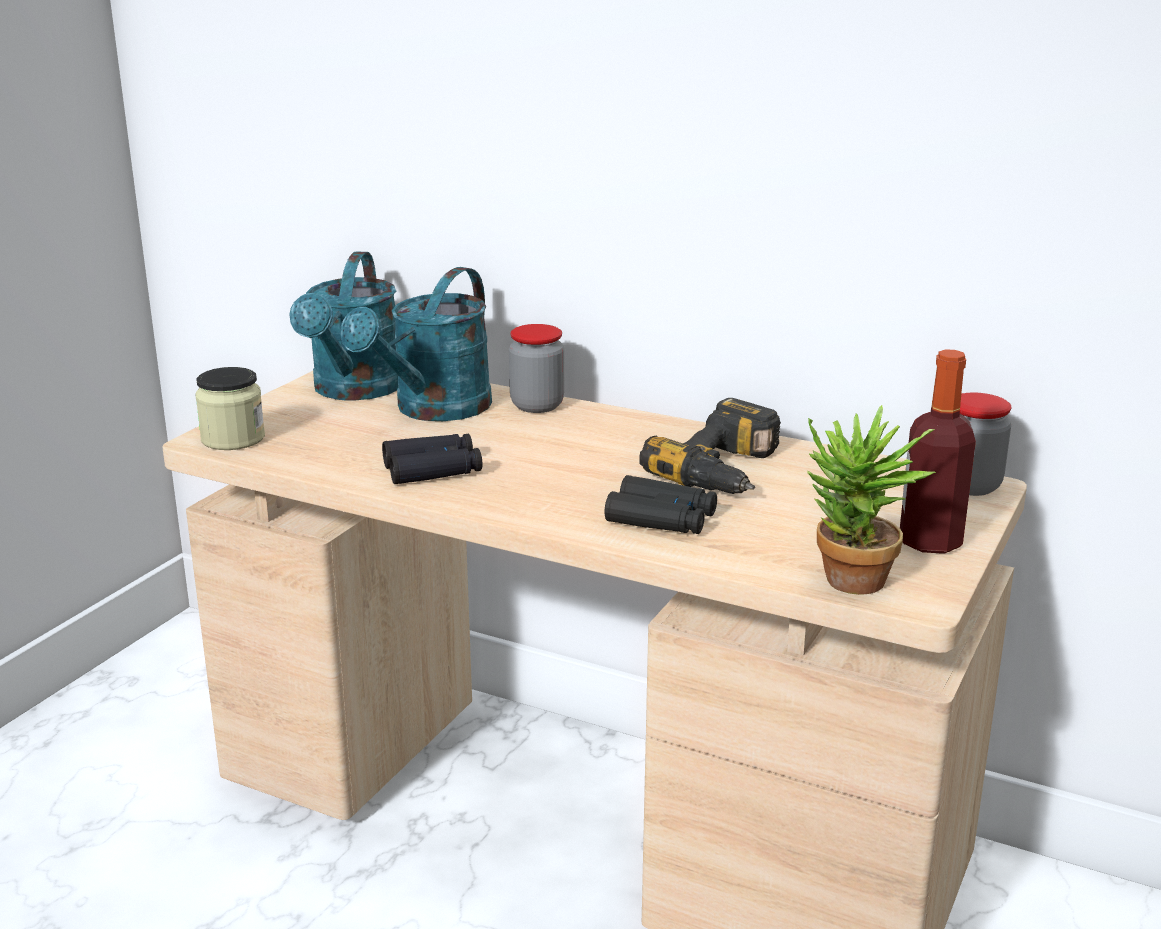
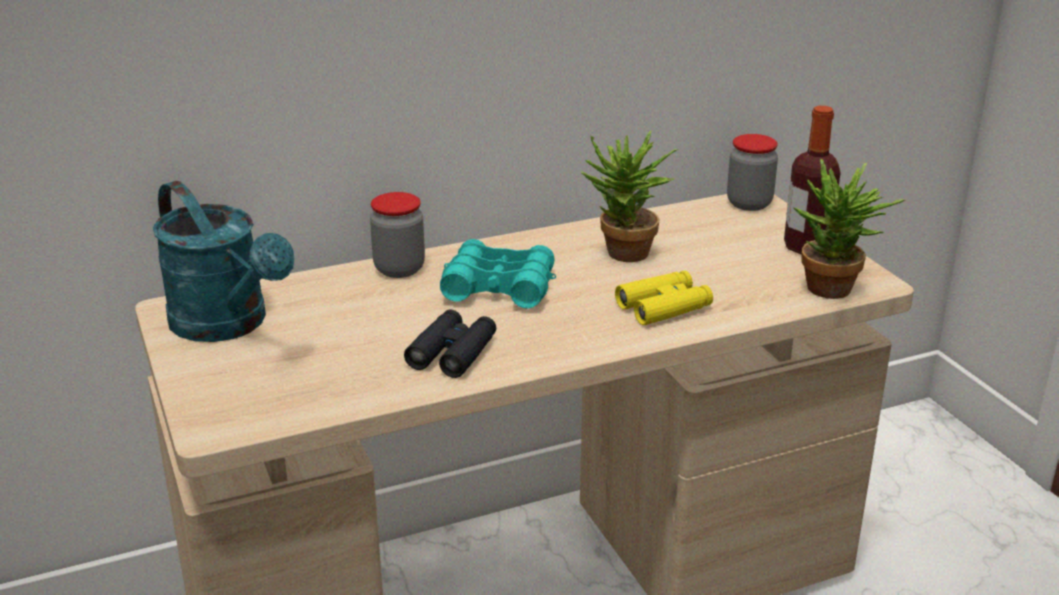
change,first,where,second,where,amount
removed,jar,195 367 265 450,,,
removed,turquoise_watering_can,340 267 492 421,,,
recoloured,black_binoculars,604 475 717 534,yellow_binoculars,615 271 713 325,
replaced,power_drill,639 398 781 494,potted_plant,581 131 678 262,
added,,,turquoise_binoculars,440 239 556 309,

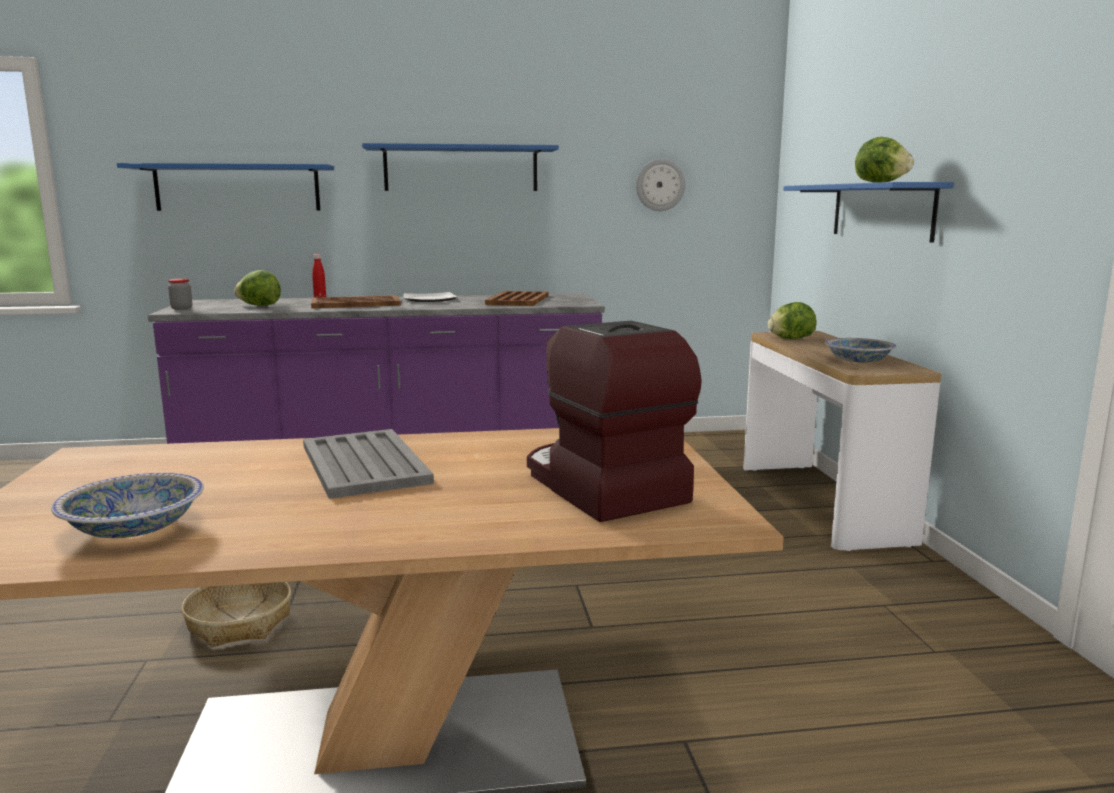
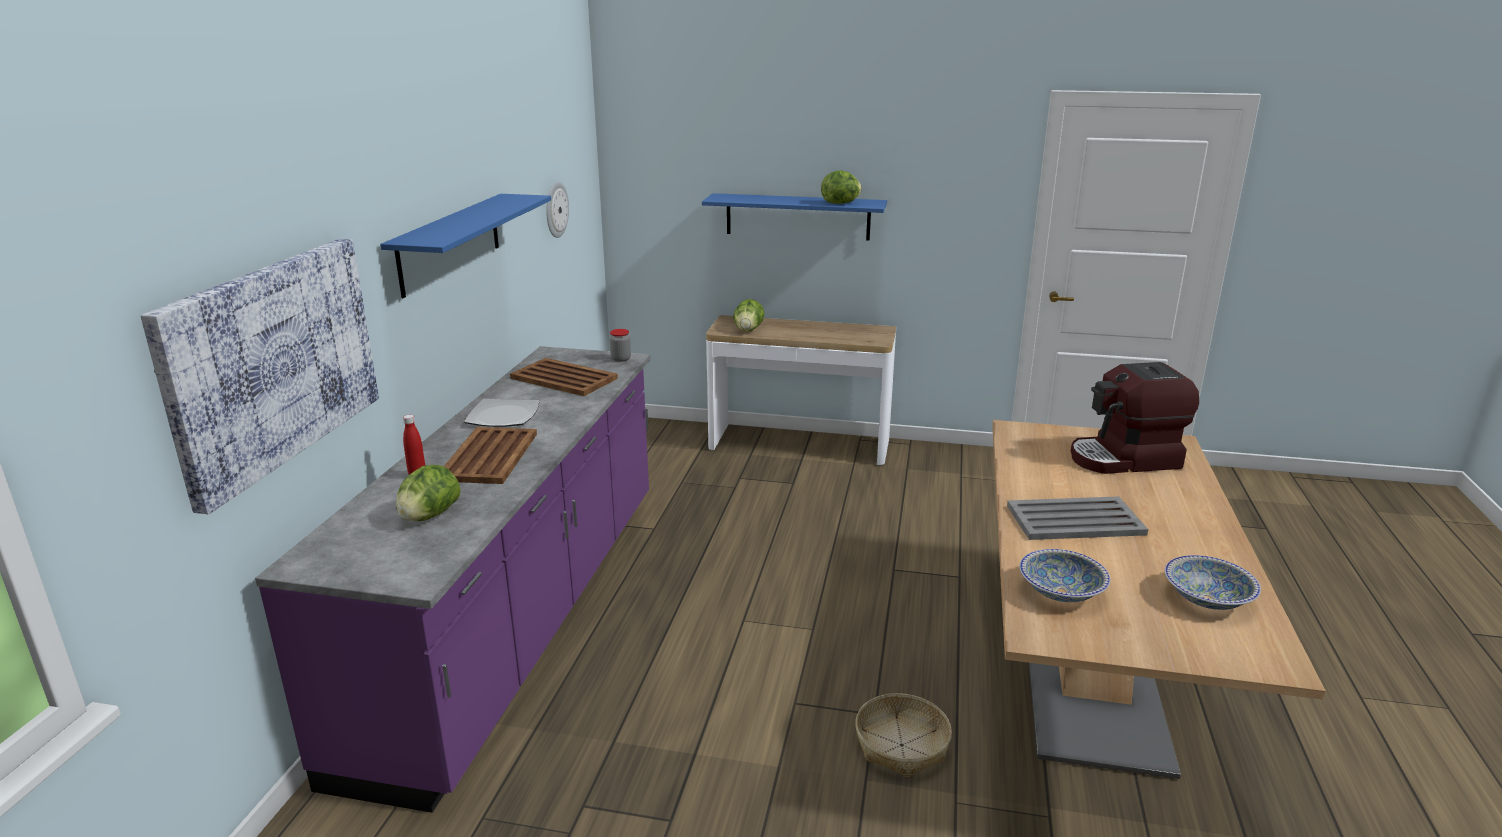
change,first,where,second,where,amount
replaced,blue_shelf,117 163 334 211,picture,140 239 379 514,
moved,jar,168 279 192 310,,610 329 631 362,
moved,bowl,825 338 896 362,,1019 549 1110 602,

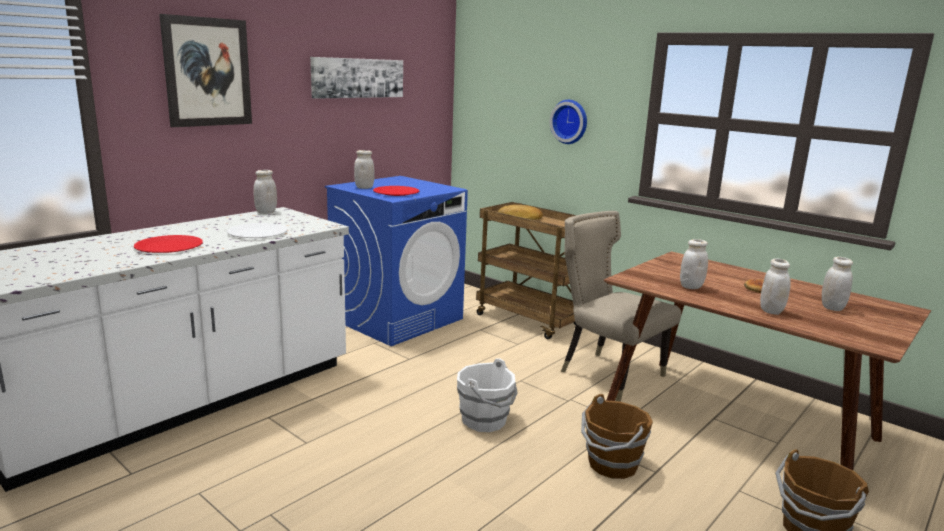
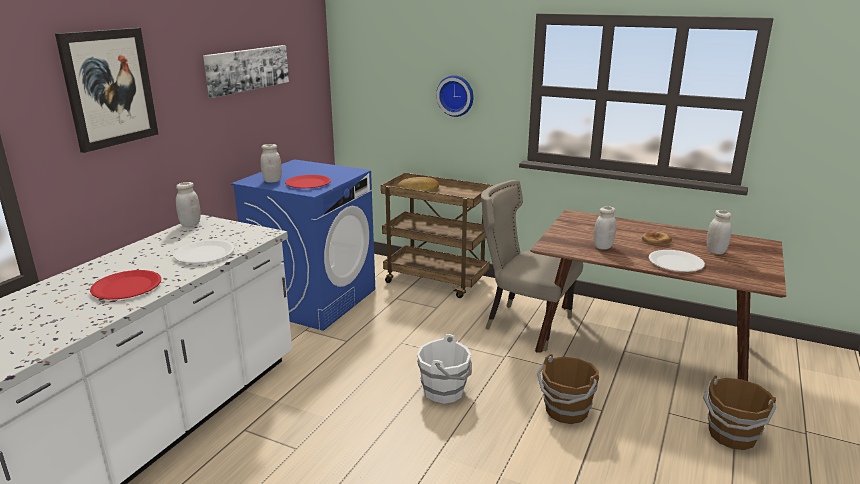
change,first,where,second,where,amount
replaced,white_jar,760 259 791 315,white_plate,648 250 705 272,

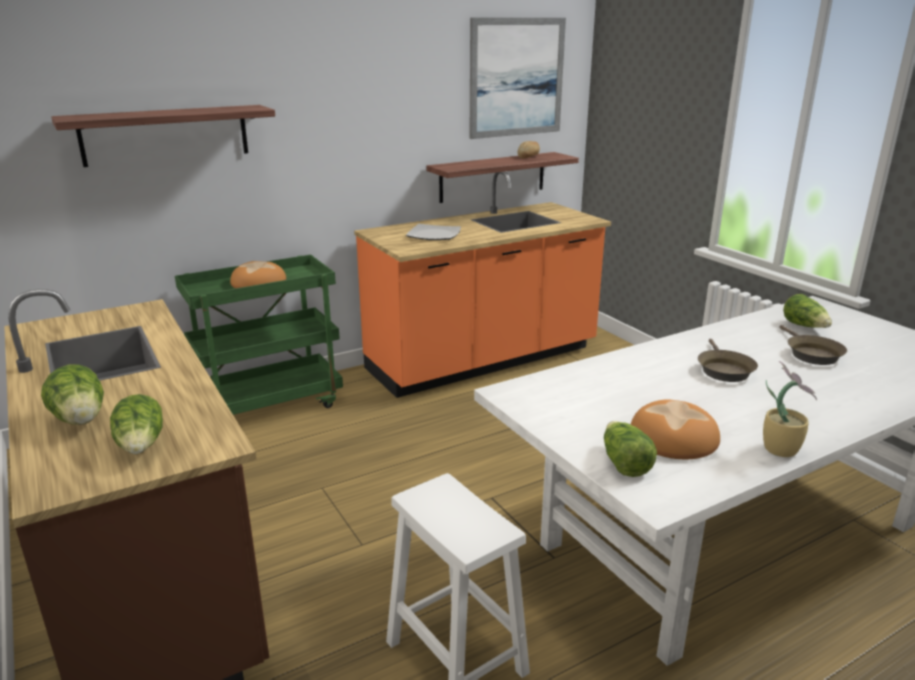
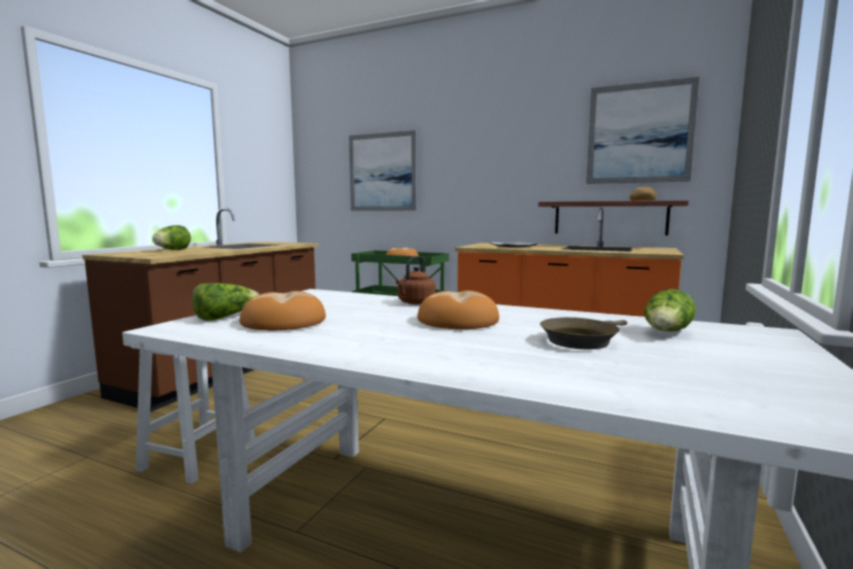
change,first,where,second,where,amount
replaced,shelf,51 105 275 167,picture,349 130 417 211,
removed,lettuce,110 394 163 454,,,
replaced,brown_frying_pan,698 339 758 382,bread,417 290 499 329,
removed,potted_plant,763 361 817 457,,,
added,,,brown_kettle,396 256 435 304,

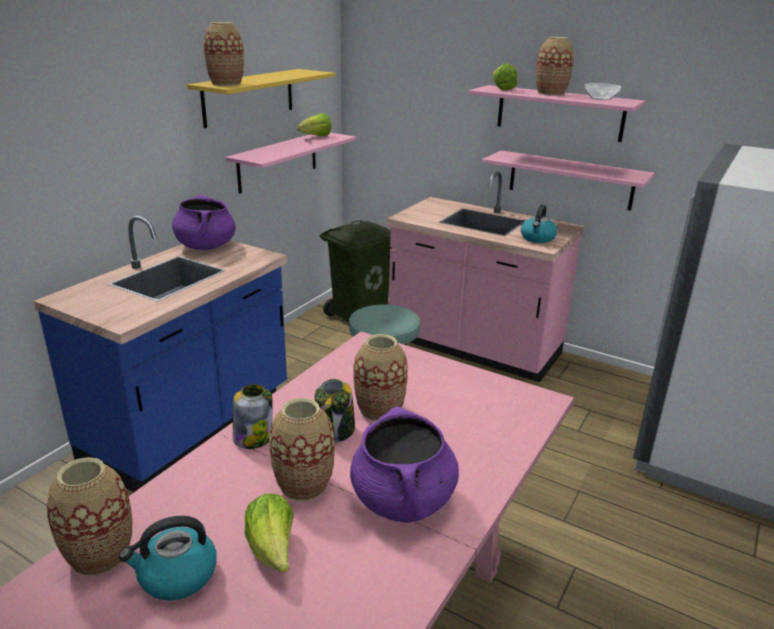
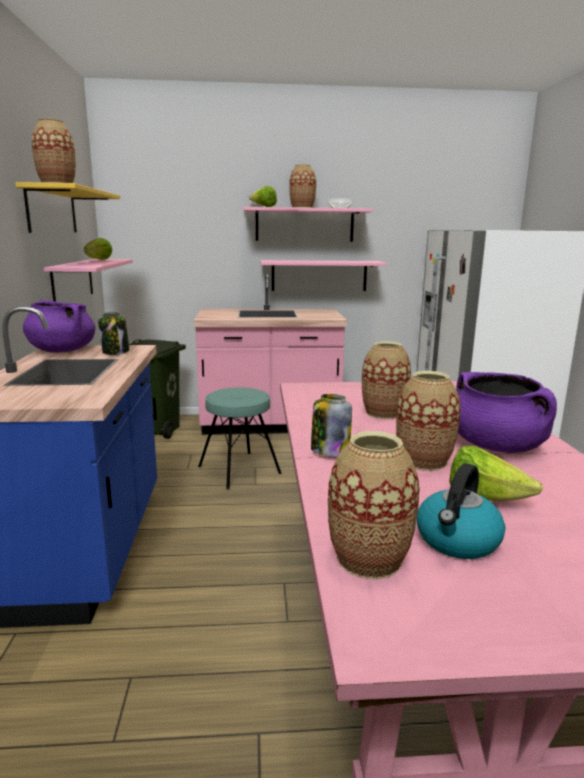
change,first,where,second,where,amount
moved,jar,315 379 355 443,,98 312 129 355,
removed,kettle,521 204 557 243,,,

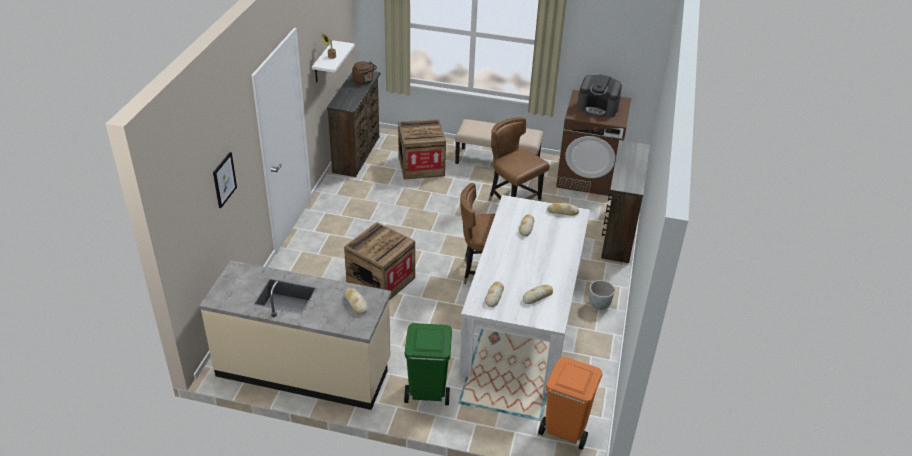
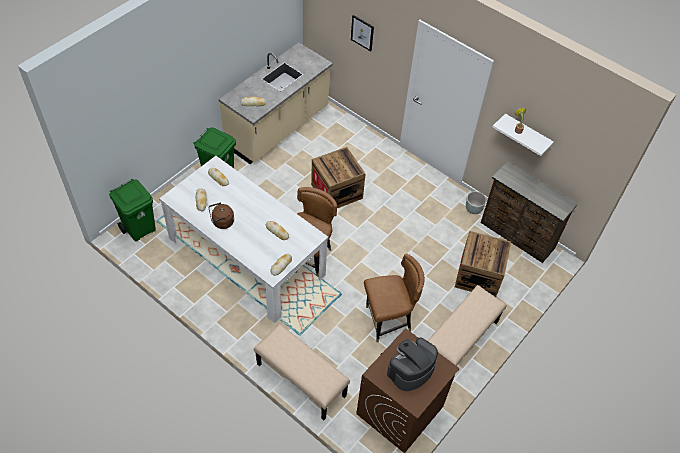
change,first,where,second,where,amount
moved,brown_kettle,352 61 377 84,,209 203 234 229,
recoloured,orange_trash_can,538 357 603 450,green_trash_can,109 179 156 241,
moved,grey_planter,589 280 615 310,,466 191 486 214,
replaced,brown_dresser,601 140 650 263,beige_bench,254 324 350 420,

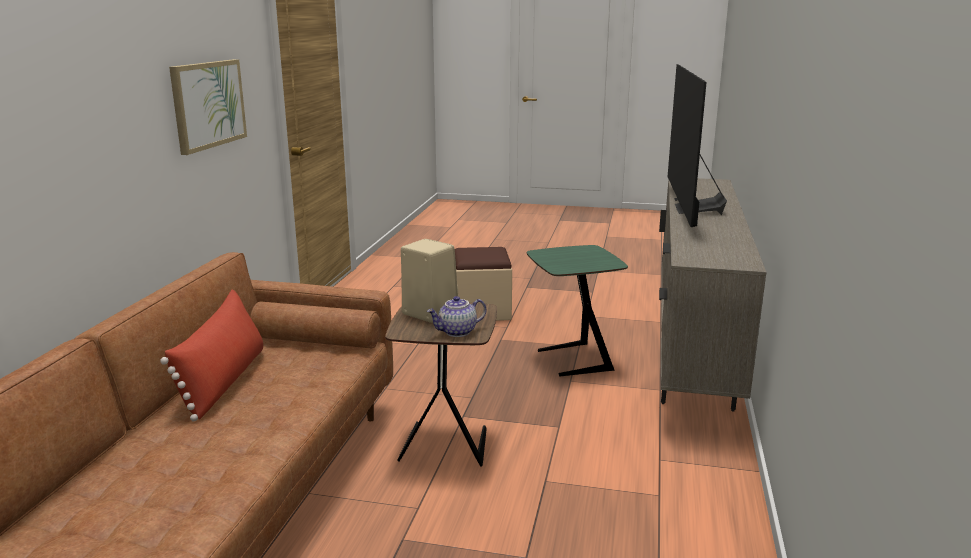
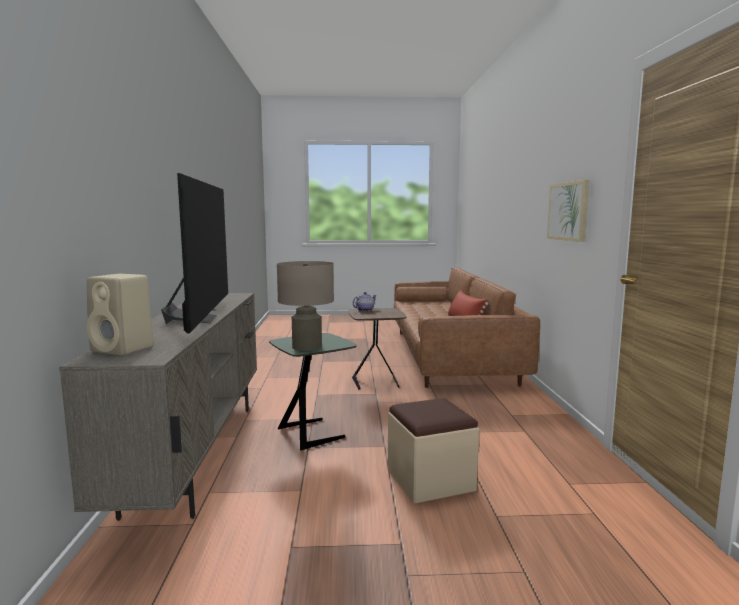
change,first,where,second,where,amount
moved,beige_speaker,401 239 458 323,,87 274 154 356,
added,,,beige_table_lamp,277 261 334 351,

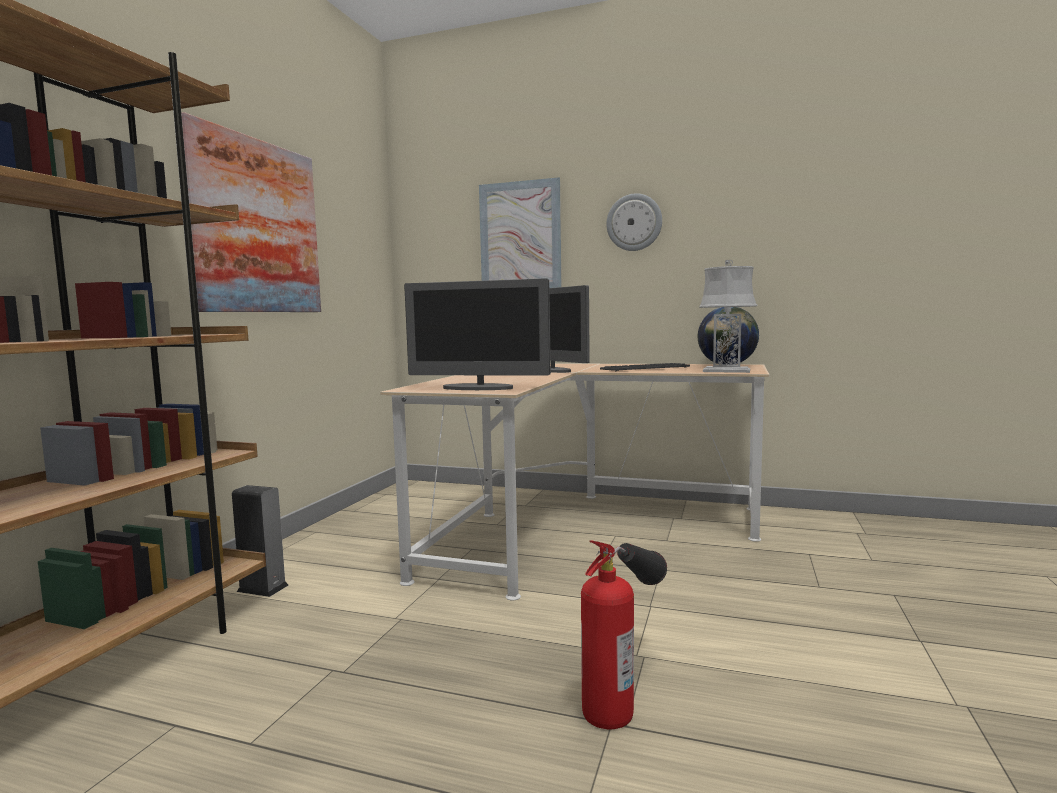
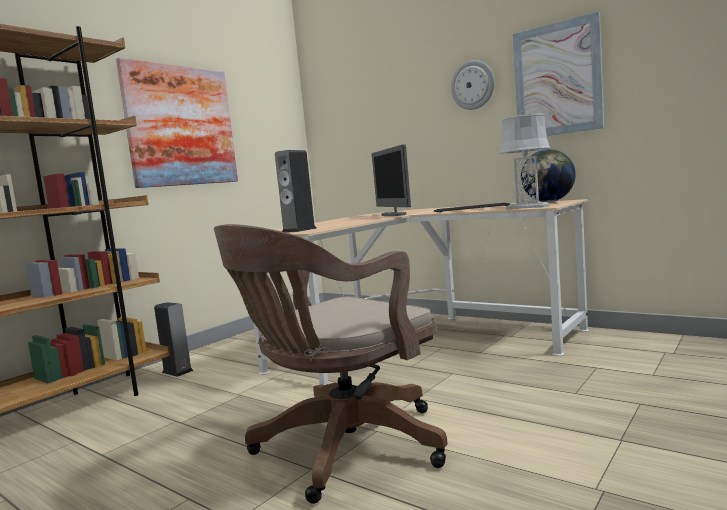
change,first,where,second,where,amount
replaced,monitor,404 278 551 390,speaker,275 150 317 232,
moved,picture,479 177 561 288,,513 12 604 136,
replaced,fire_extinguisher,581 540 667 729,brown_office_chair,214 224 448 504,

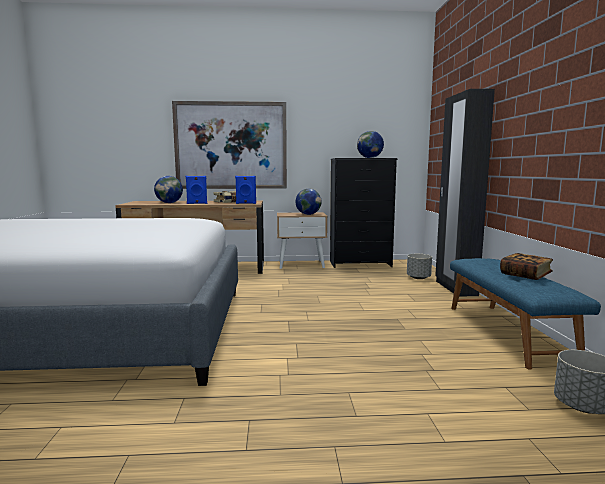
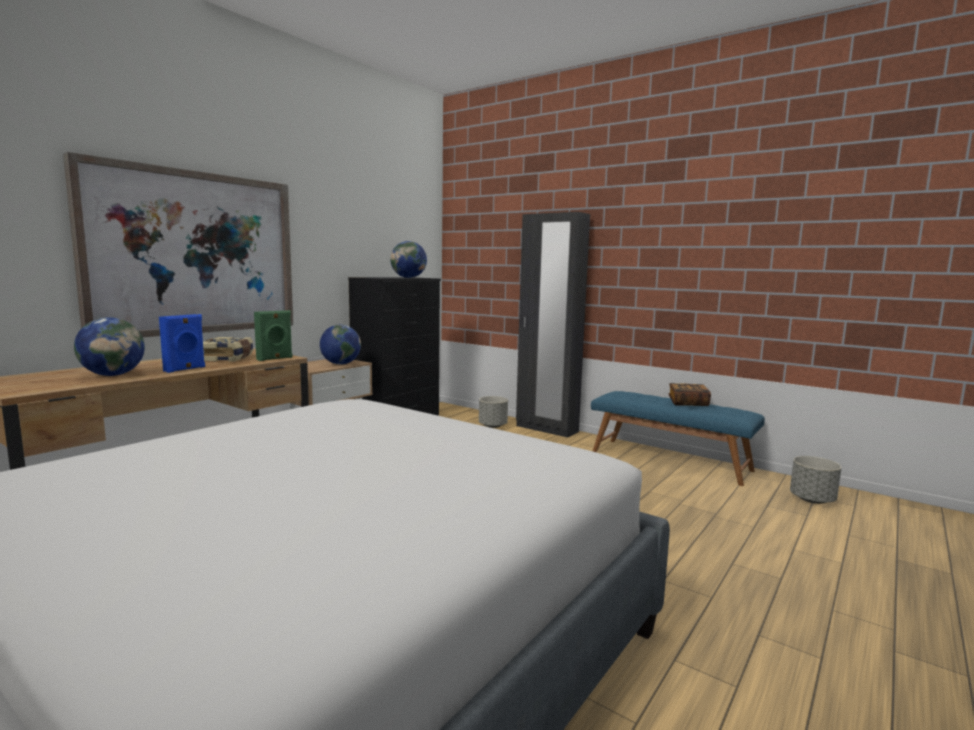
change,first,where,second,where,amount
recoloured,blue_speaker,235 176 256 204,green_speaker,254 310 293 361,

